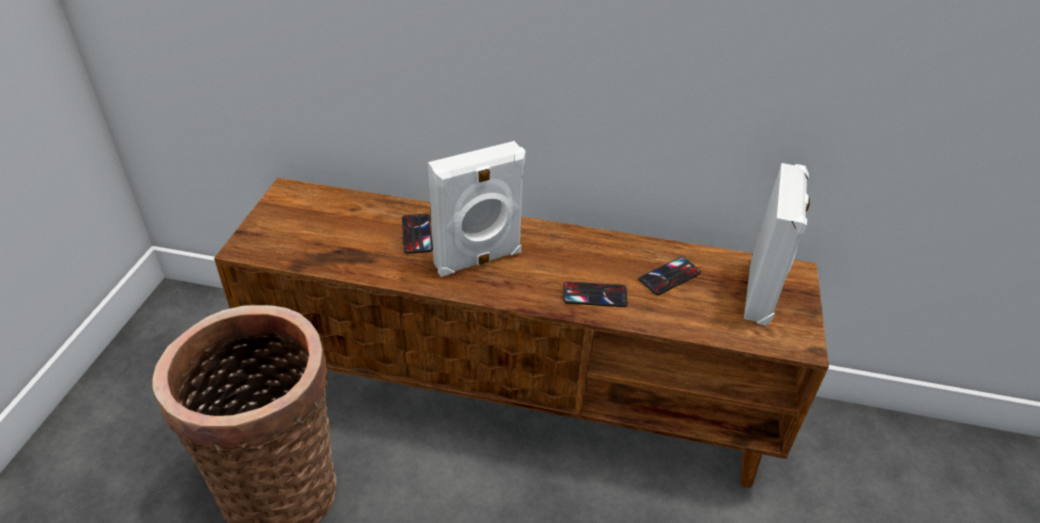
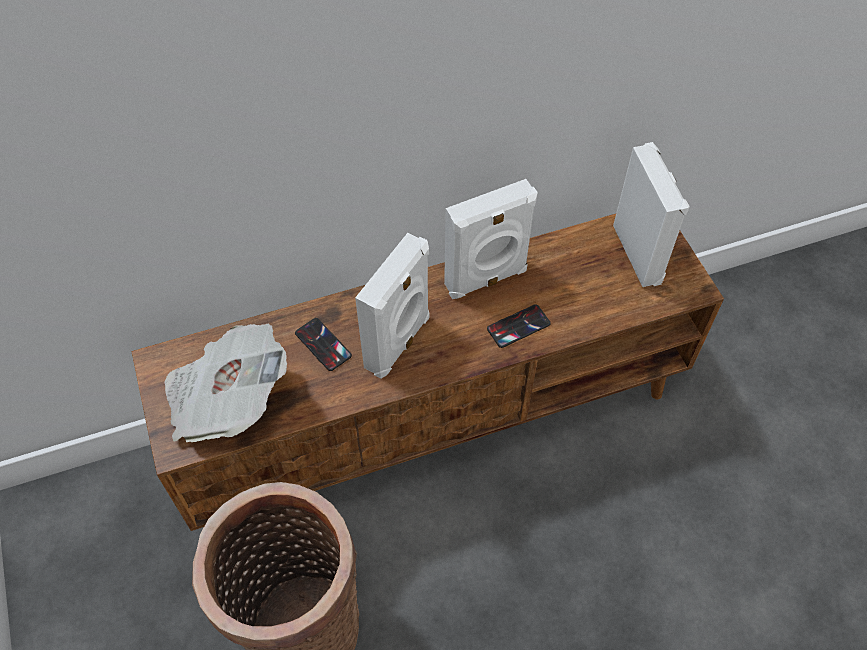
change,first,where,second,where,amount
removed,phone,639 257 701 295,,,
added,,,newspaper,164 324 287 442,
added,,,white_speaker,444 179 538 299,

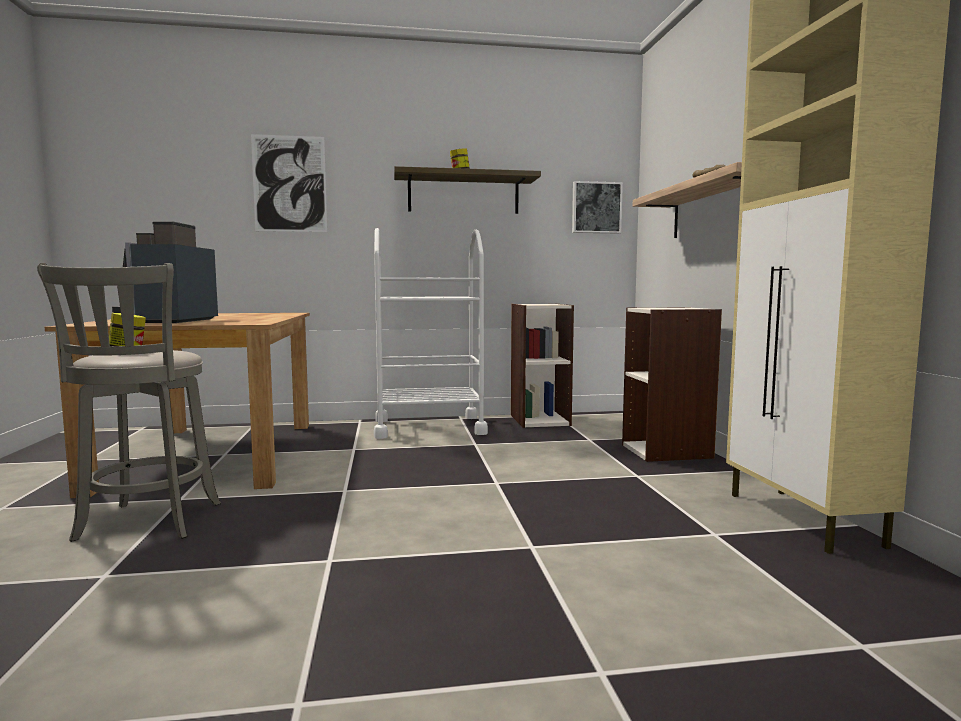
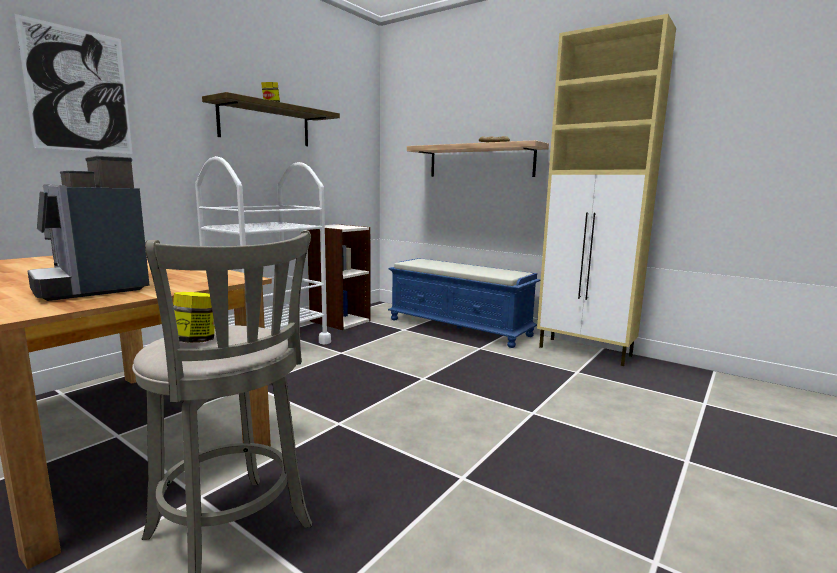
change,first,where,second,where,amount
removed,picture,572 181 623 234,,,
replaced,bookcase,622 307 722 462,blue_bench,388 258 540 348,

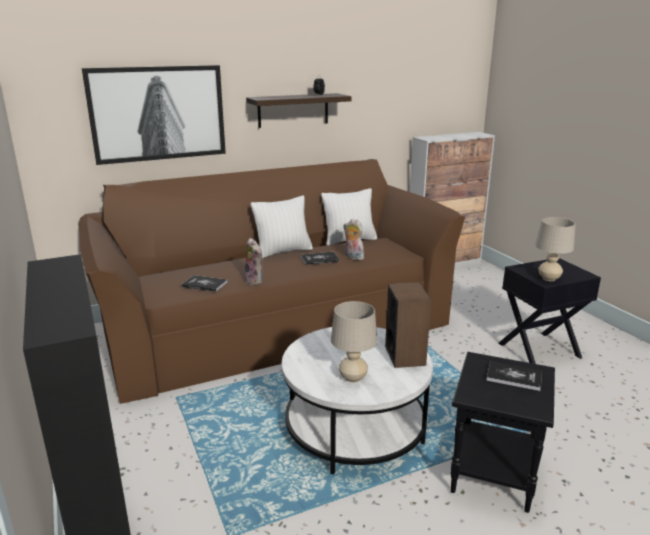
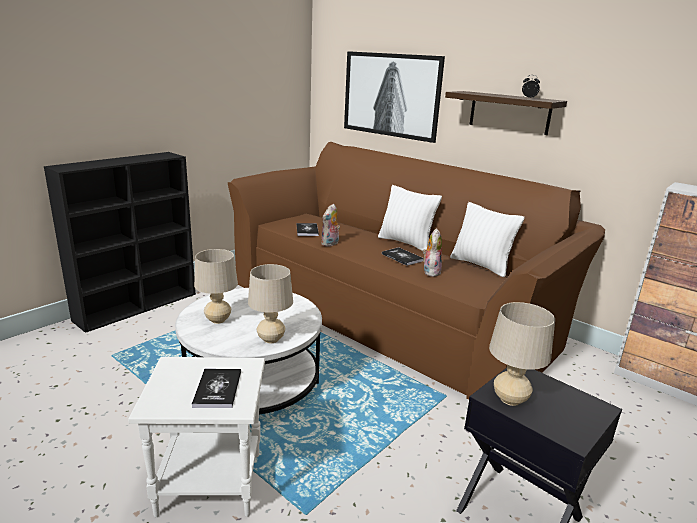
change,first,where,second,where,amount
replaced,speaker,385 282 431 368,beige_table_lamp,248 264 293 343,
recoloured,black_side_table,450 352 555 513,white_side_table,128 357 265 517,

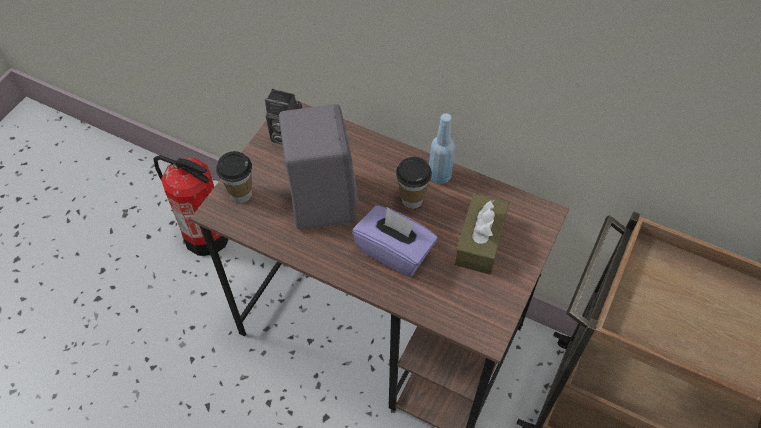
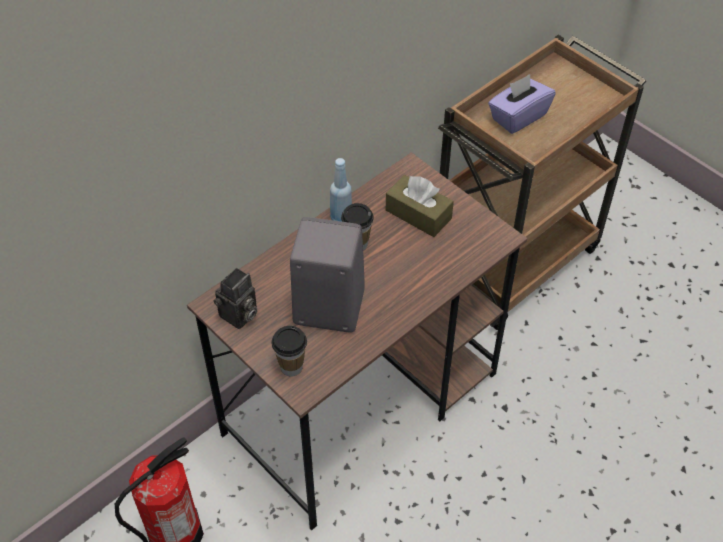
change,first,where,second,where,amount
moved,purple_tissue_box,352 205 438 277,,488 74 556 134,

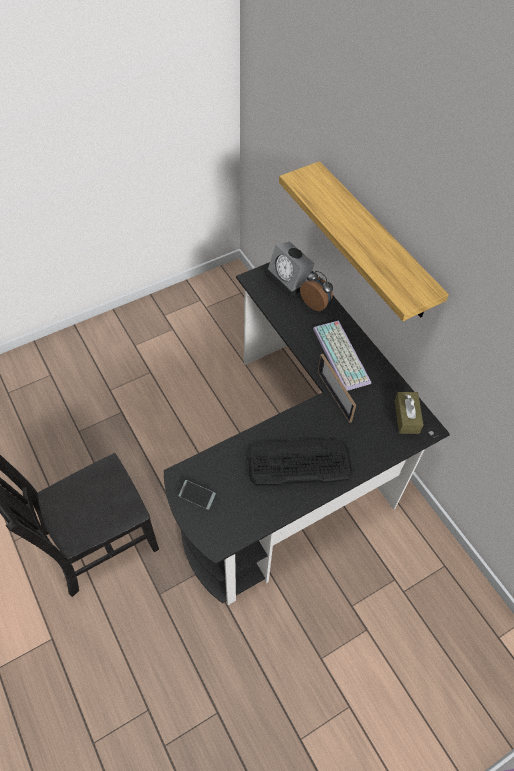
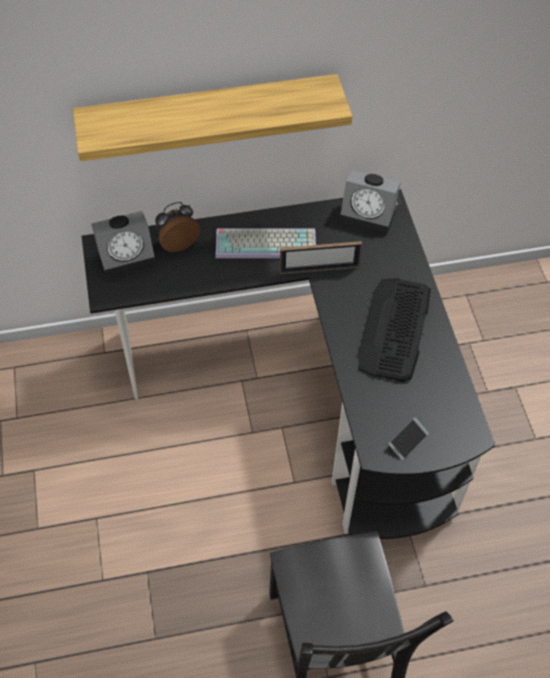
change,first,where,second,where,amount
replaced,brown_tissue_box,395 392 424 434,alarm_clock,339 170 401 235,

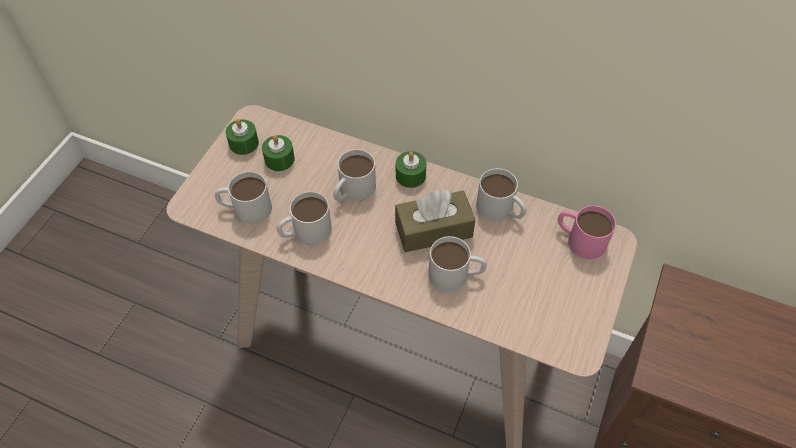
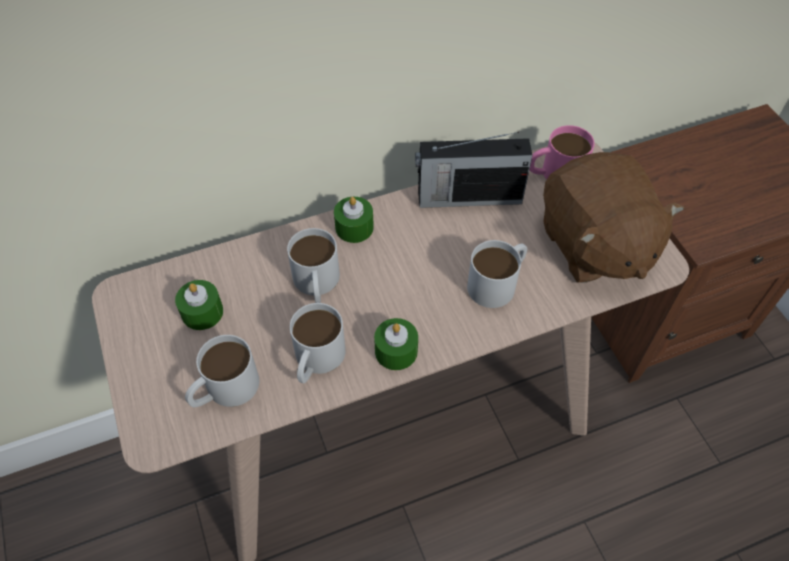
change,first,where,second,where,amount
moved,green_candle,225 119 259 155,,374 318 418 370,
removed,brown_tissue_box,395 189 475 252,,,
replaced,white_mug,476 168 527 221,radio,415 132 532 208,
added,,,brown_plush_toy,543 152 685 283,

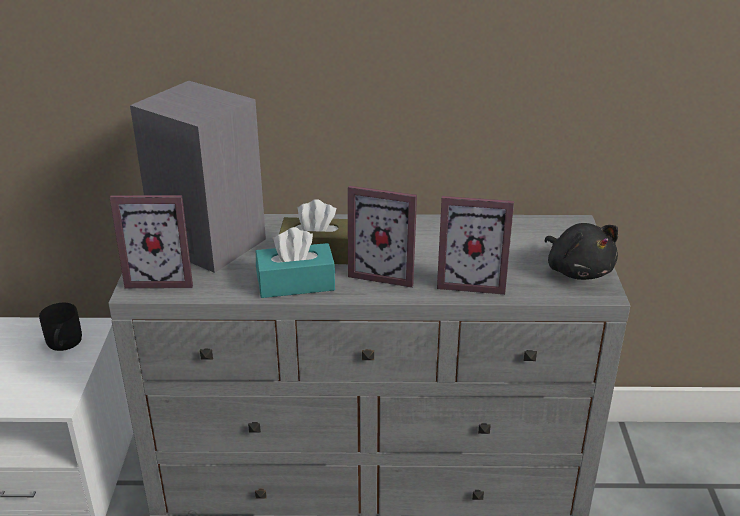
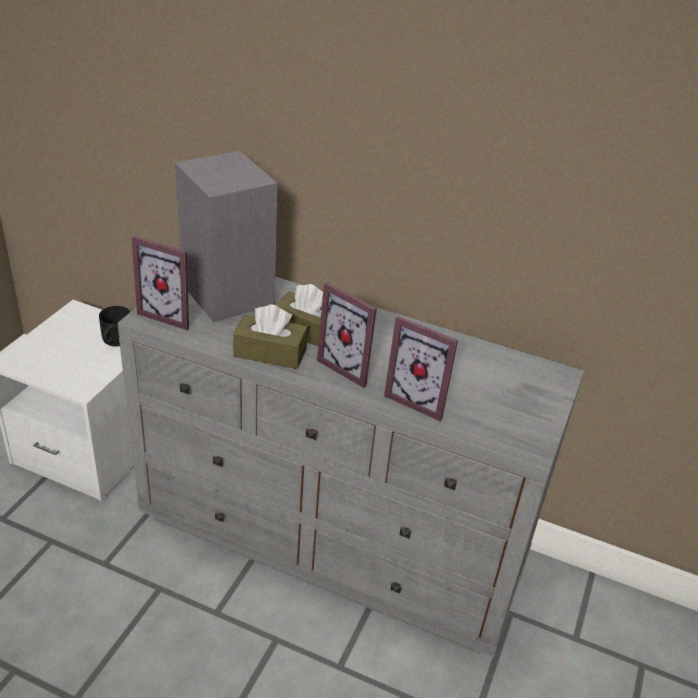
change,first,where,second,where,amount
recoloured,turquoise_tissue_box,256 227 335 298,brown_tissue_box,233 305 308 369,
removed,black_plush_toy,544 223 618 280,,,

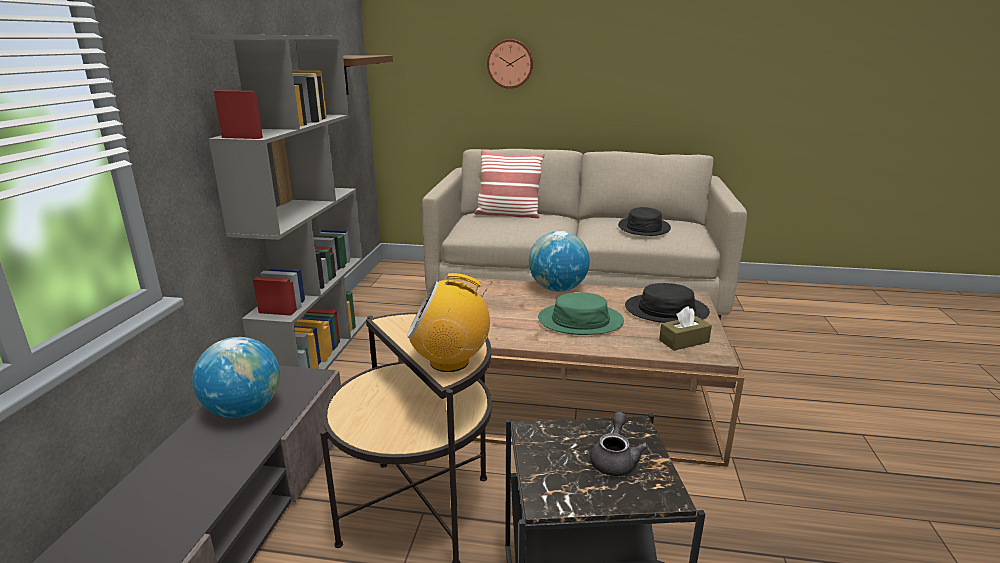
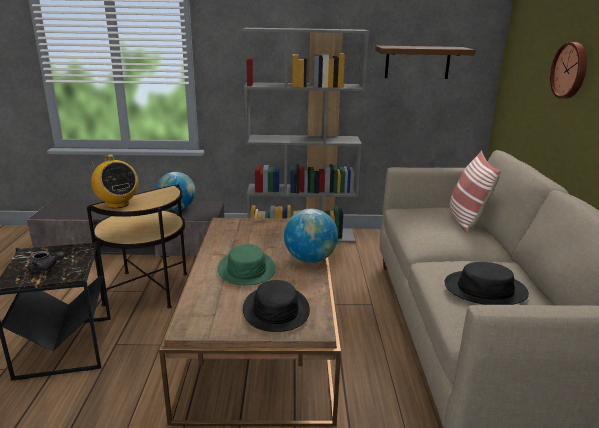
change,first,where,second,where,amount
turned,radio,407 273 493 372,,91 154 138 208,150 degrees clockwise
removed,brown_tissue_box,659 306 712 351,,,

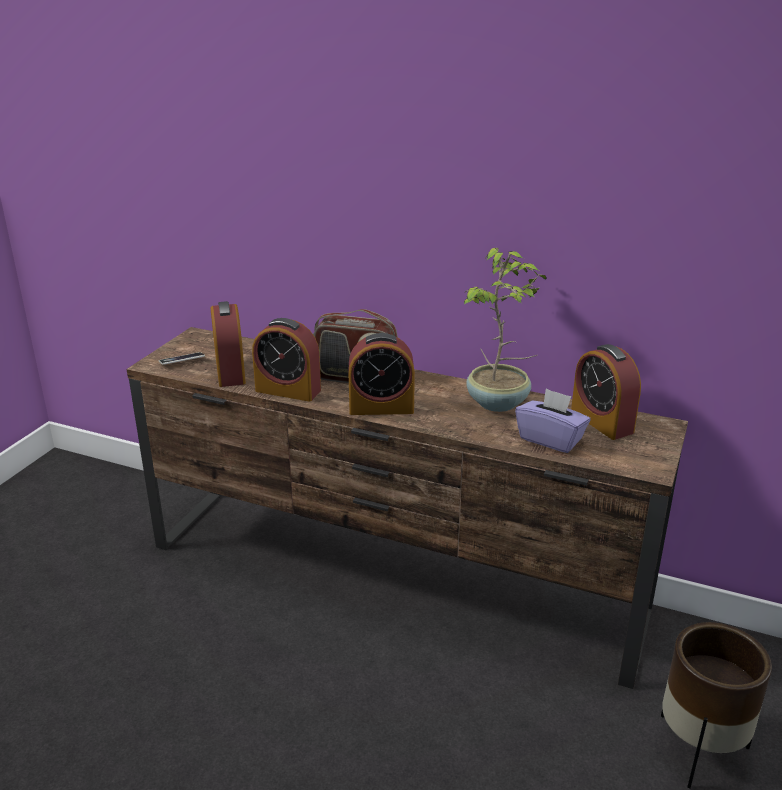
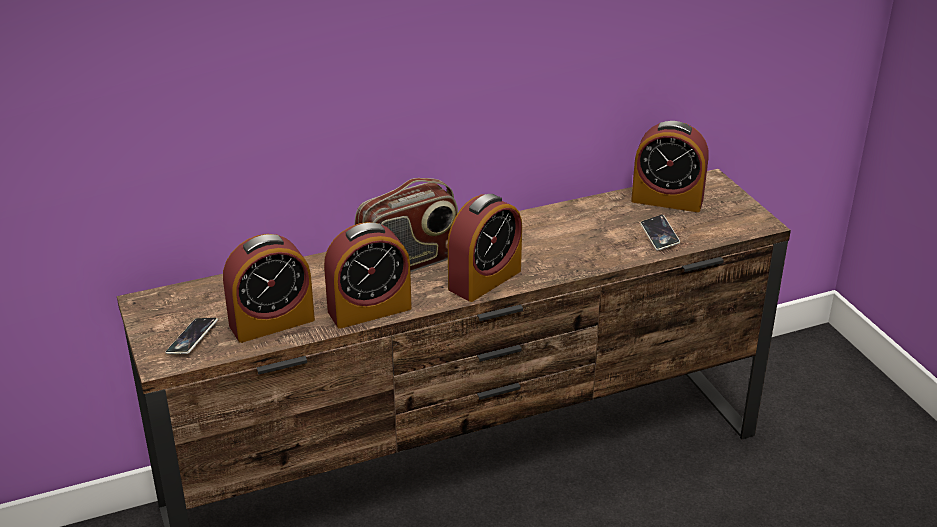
change,first,where,second,where,amount
turned,alarm_clock,211 301 246 387,,223 234 315 343,120 degrees clockwise
removed,potted_plant,463 248 547 412,,,
replaced,purple_tissue_box,515 388 591 453,phone,640 215 680 251,
removed,brown_planter,661 622 772 789,,,

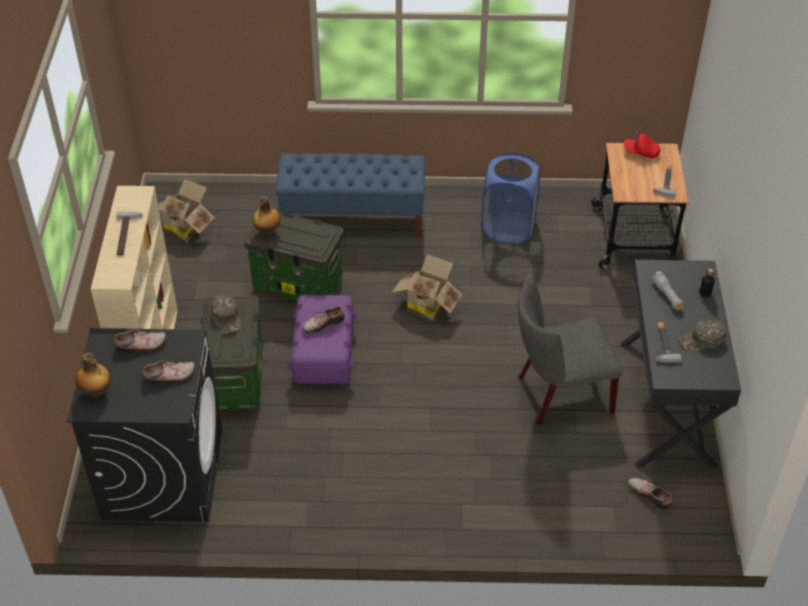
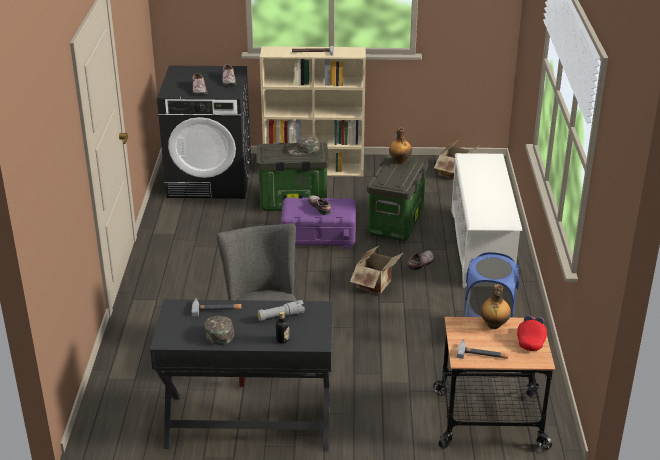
change,first,where,second,where,amount
moved,bottle,76 353 111 397,,481 284 511 329,
replaced,blue_bench,276 153 425 238,white_shoe_rack,451 153 522 288,
moved,shoe,627 478 672 510,,407 250 434 271,

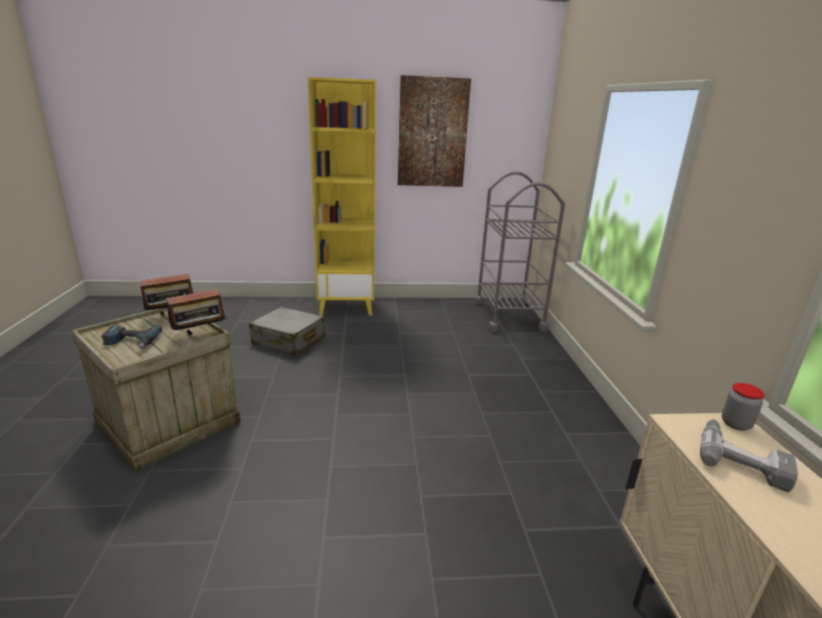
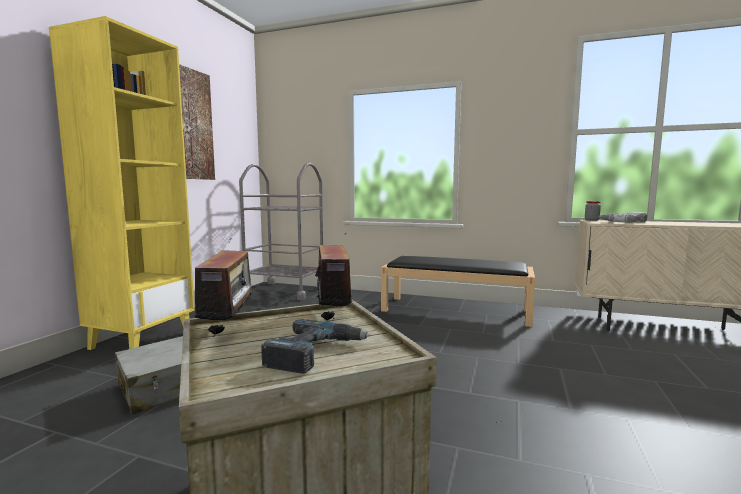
change,first,where,second,where,amount
added,,,black_bench,381 256 535 327,

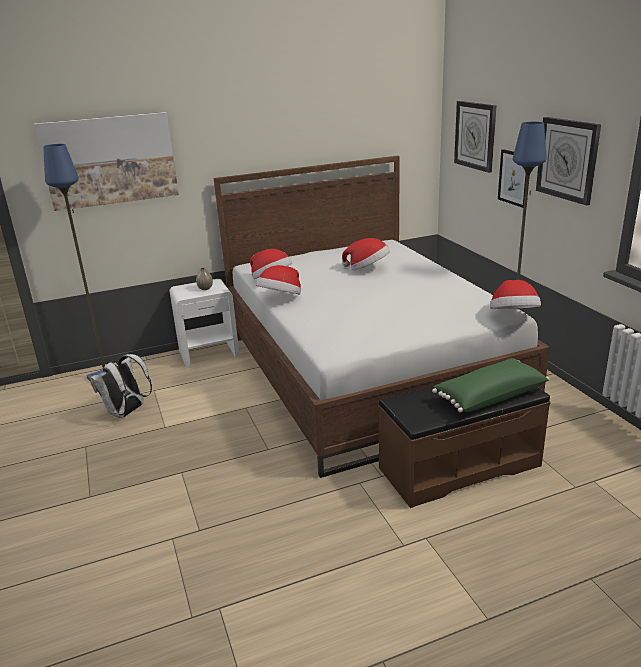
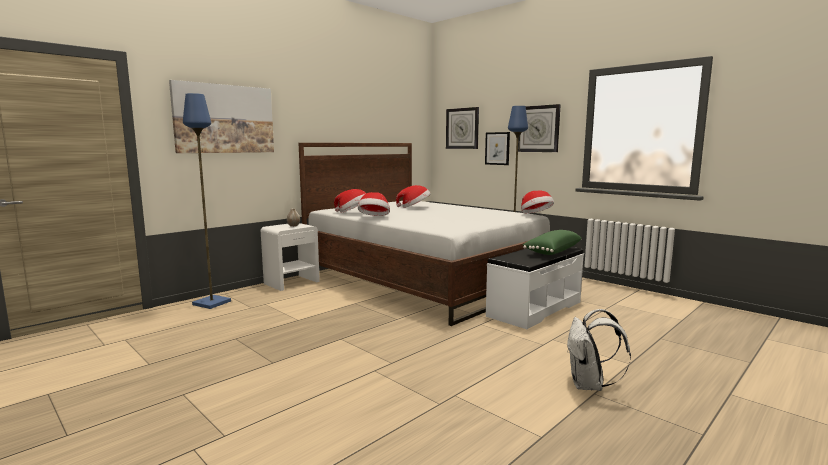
change,first,where,second,where,amount
moved,white_backpack,90 354 152 418,,567 309 631 391,
recoloured,brown_bench,378 386 551 508,white_bench,486 247 584 329,

